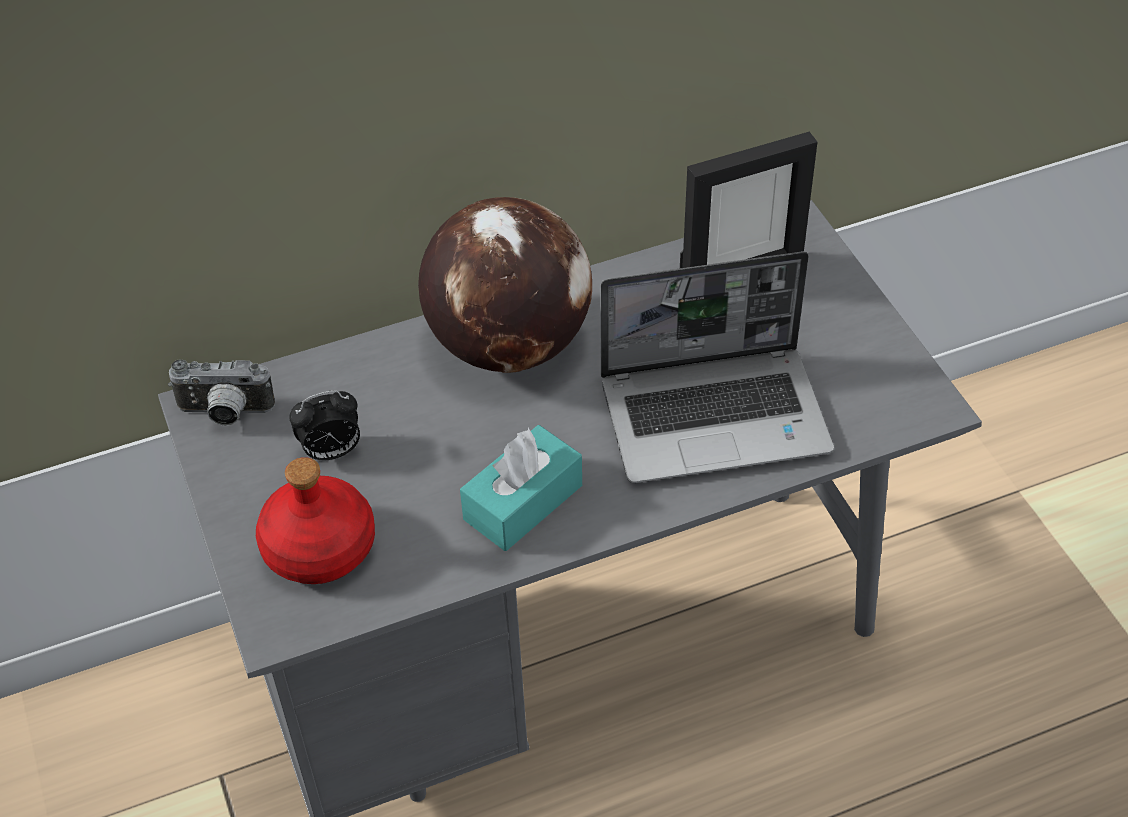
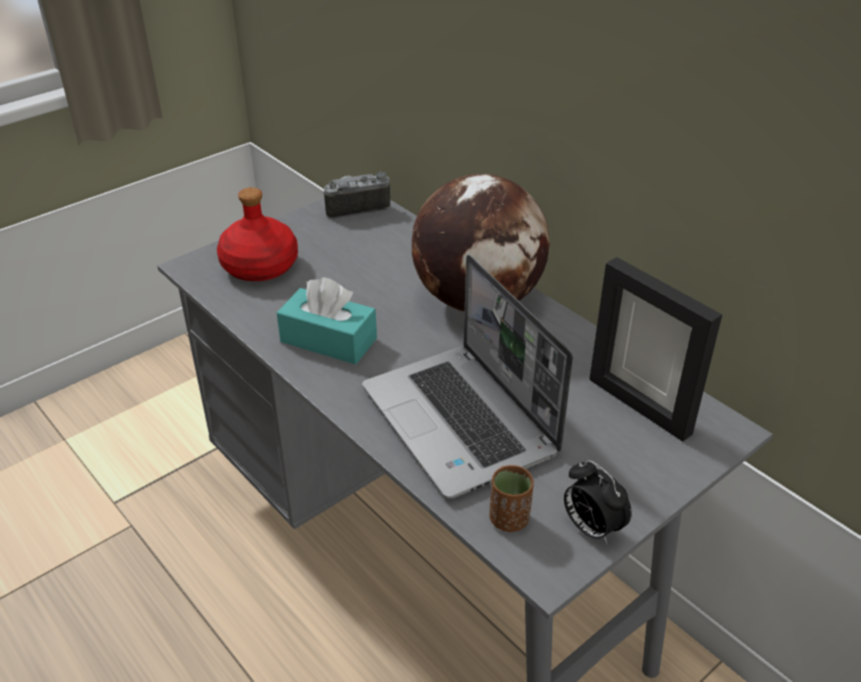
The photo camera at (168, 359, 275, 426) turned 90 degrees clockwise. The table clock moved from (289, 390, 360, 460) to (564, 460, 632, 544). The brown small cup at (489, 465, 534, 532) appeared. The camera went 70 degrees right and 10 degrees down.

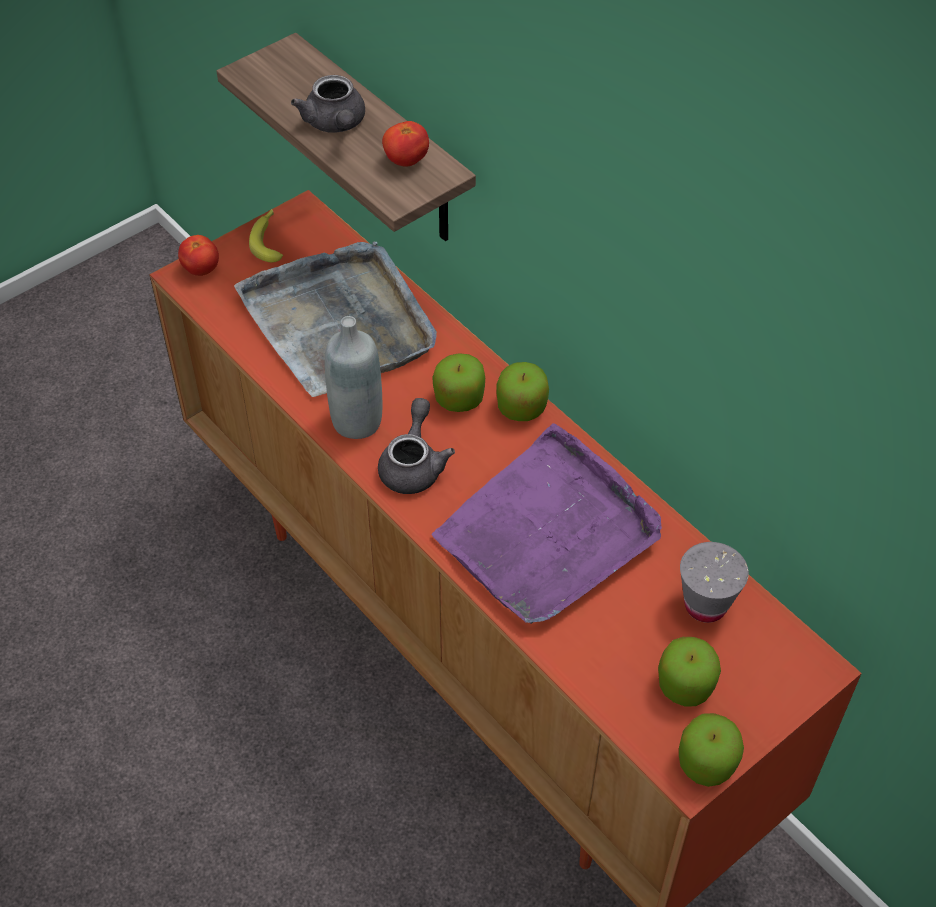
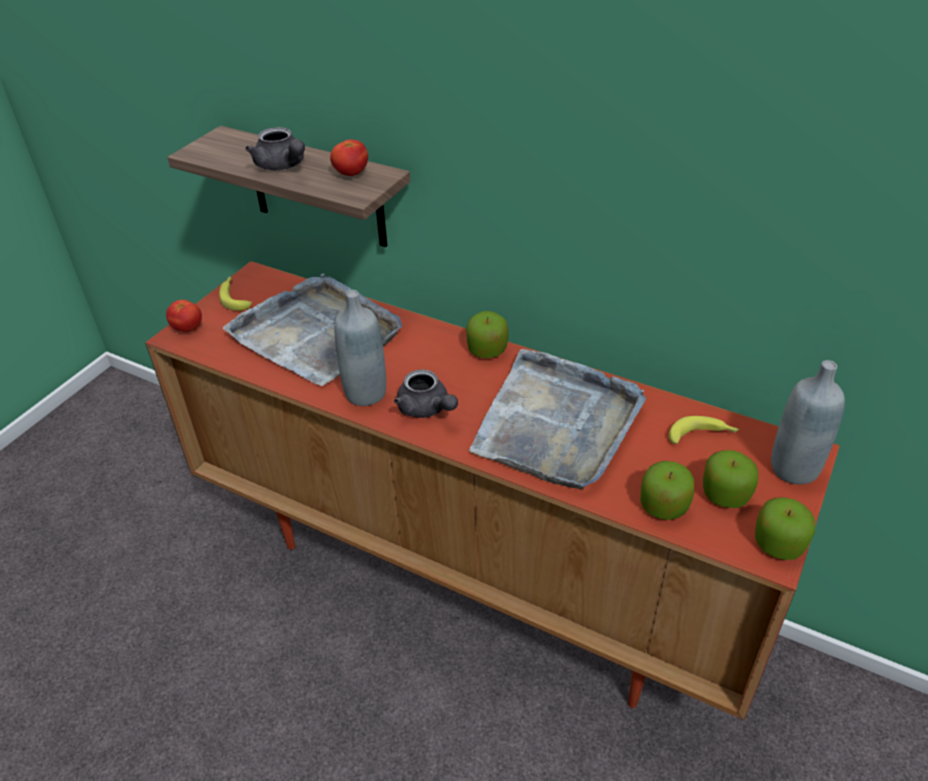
The apple moved from (432, 353, 485, 412) to (640, 461, 694, 520). The gray teapot at (378, 398, 455, 494) turned 150 degrees clockwise. The purple carrying tray at (432, 423, 662, 624) became the gray carrying tray at (469, 349, 646, 489). The gray small cup at (680, 542, 749, 623) was replaced by the banana fruit at (669, 416, 739, 444). The gray drink bottle at (771, 360, 845, 484) appeared. The camera went 20 degrees left and 10 degrees down.

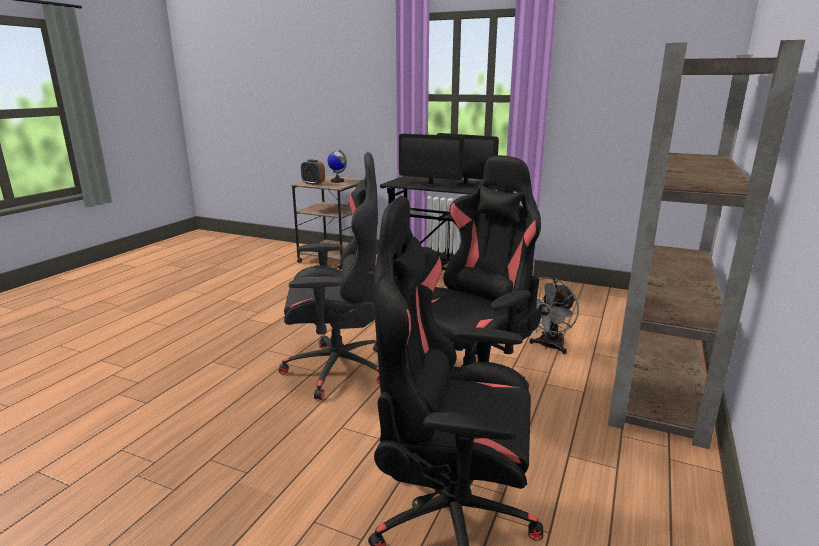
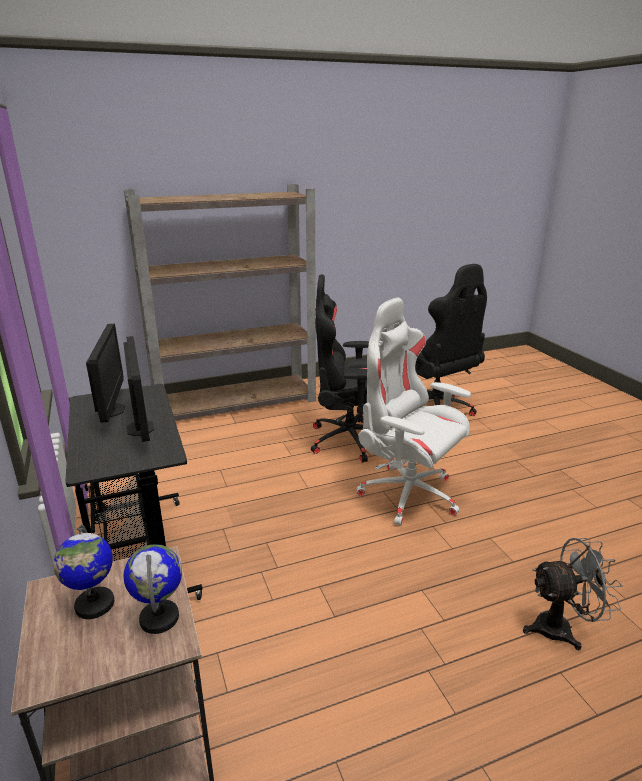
The black desk chair at (279, 152, 380, 400) became the white desk chair at (357, 298, 471, 526). The table clock at (301, 159, 325, 185) was replaced by the globe at (123, 544, 182, 634). The gray electric fan moved from (529, 277, 579, 354) to (523, 538, 623, 650). The camera went 135 degrees left and 5 degrees up.

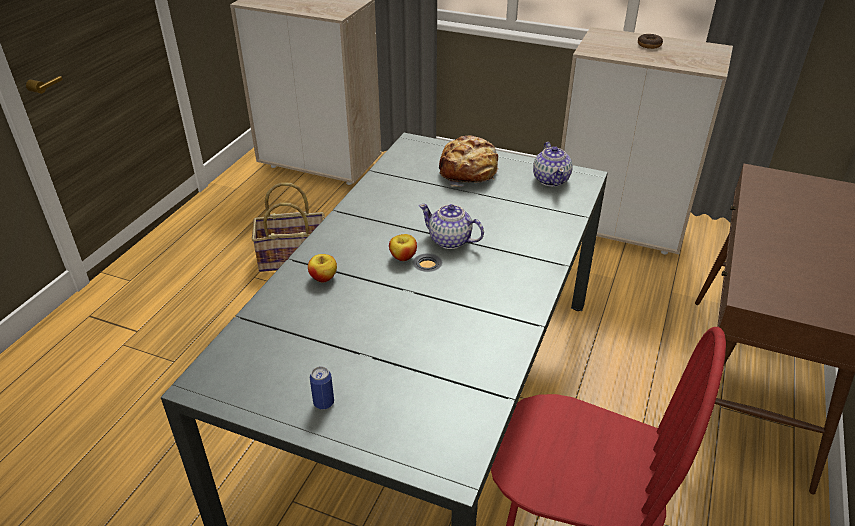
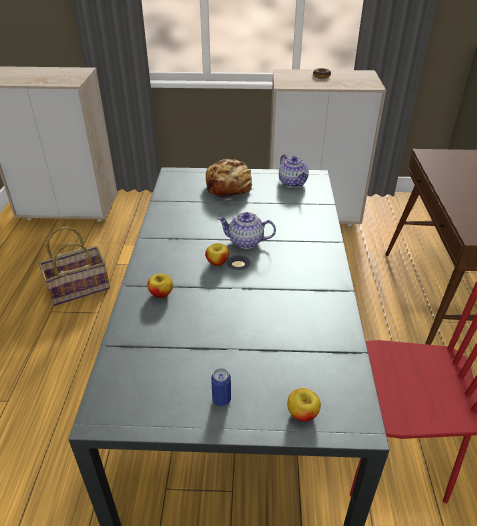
The apple at (287, 388, 321, 422) appeared. The camera went 20 degrees left and 0 degrees up.

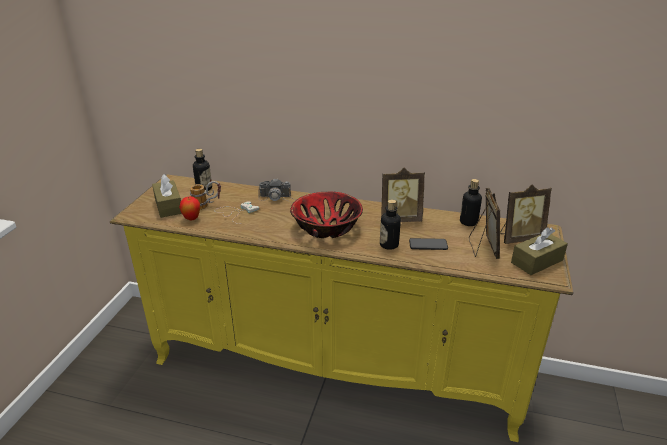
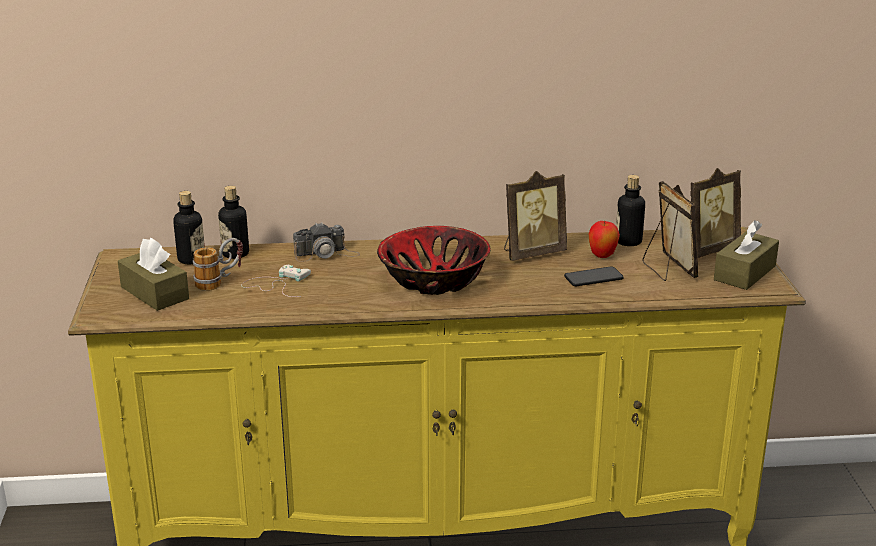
The apple moved from (179, 196, 200, 220) to (589, 221, 620, 258). The drink bottle moved from (380, 199, 401, 250) to (218, 186, 249, 259). The camera went 20 degrees left and 5 degrees down.

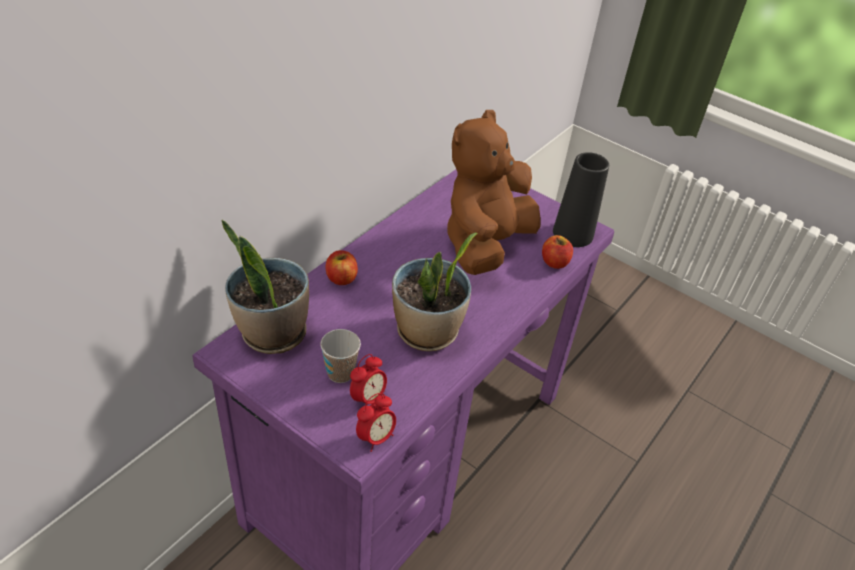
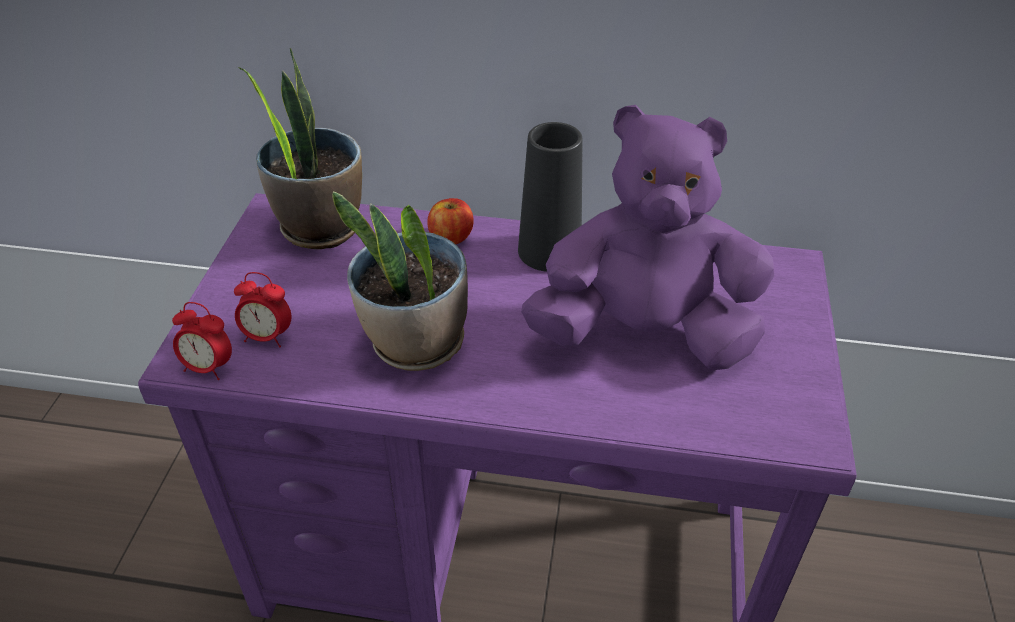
The brown cuddly toy at (447, 110, 540, 275) became the purple cuddly toy at (521, 105, 775, 370). The black flower vase moved from (553, 152, 609, 247) to (518, 122, 583, 272). The apple at (542, 235, 573, 269) disappeared. The small cup at (320, 329, 361, 383) disappeared. The camera went 65 degrees right and 0 degrees up.

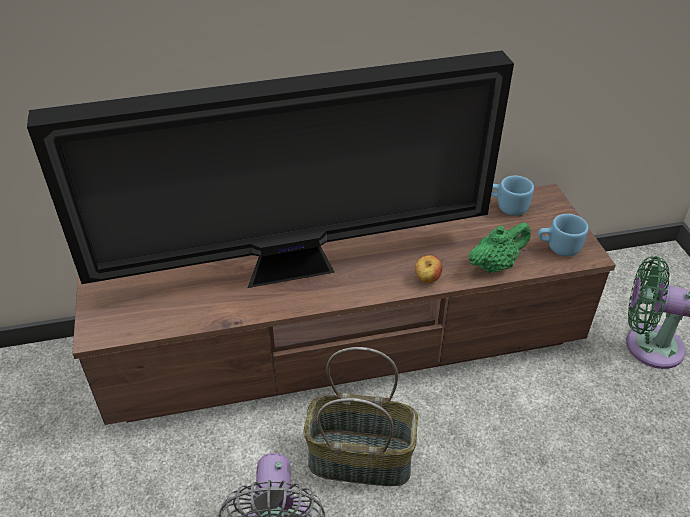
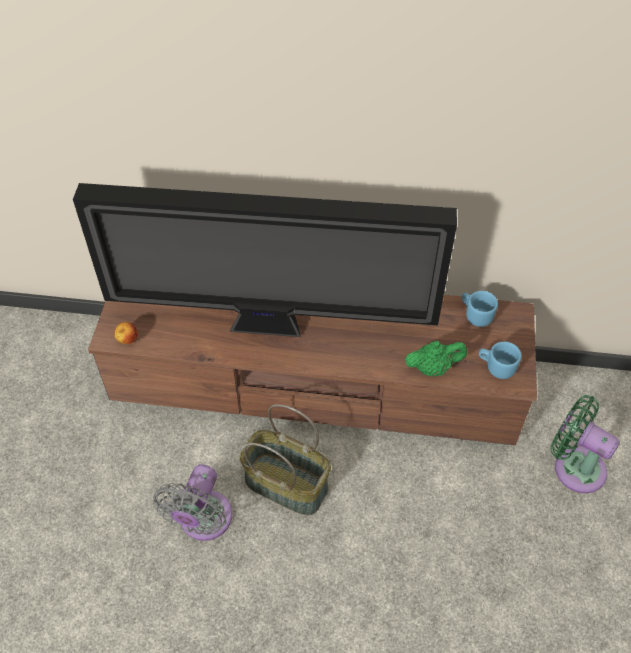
The apple moved from (415, 255, 442, 283) to (114, 322, 138, 344). The camera went 20 degrees right and 10 degrees up.

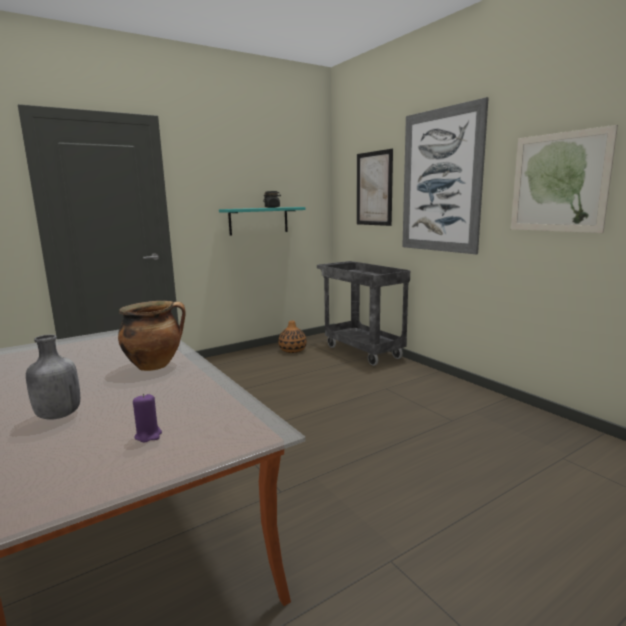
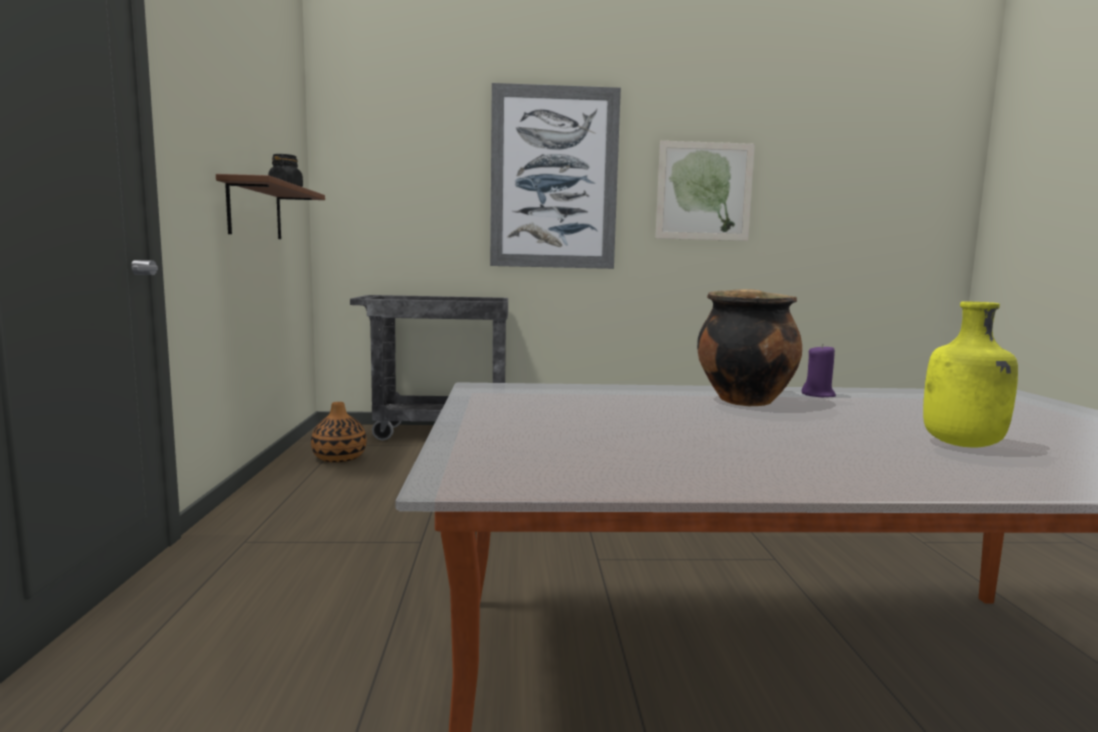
The picture at (357, 149, 393, 226) disappeared. The turquoise bracket shelf at (219, 207, 306, 235) became the brown bracket shelf at (216, 174, 325, 239). The gray drink bottle at (26, 334, 80, 420) became the yellowish drink bottle at (923, 301, 1018, 448). The purple wax light moved from (133, 394, 162, 442) to (802, 344, 836, 397). The camera went 60 degrees left and 5 degrees down.

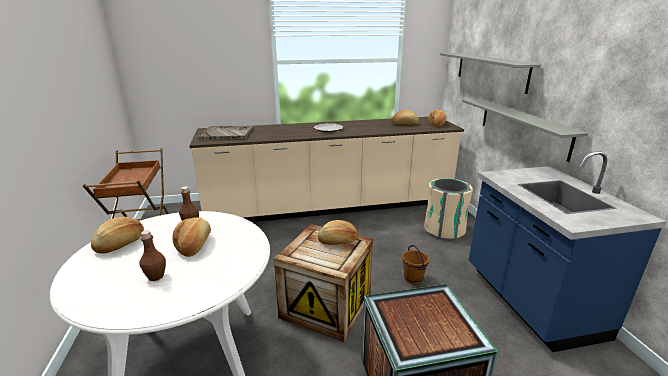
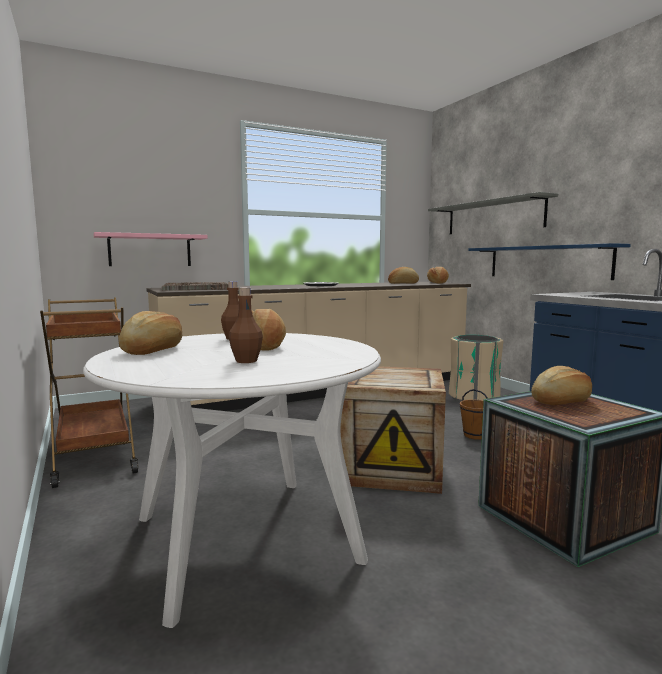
The gray bracket shelf at (462, 99, 588, 162) became the blue bracket shelf at (468, 243, 631, 280). The baked bread moved from (318, 220, 358, 245) to (531, 366, 592, 405). The pinkish bracket shelf at (94, 232, 208, 266) appeared. The camera went 15 degrees left and 15 degrees down.

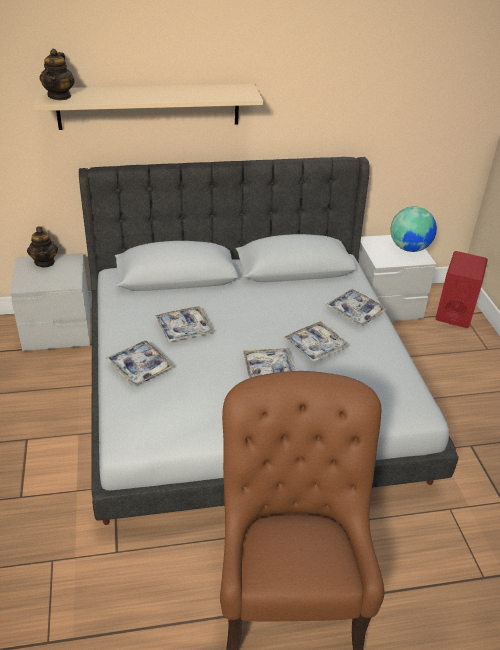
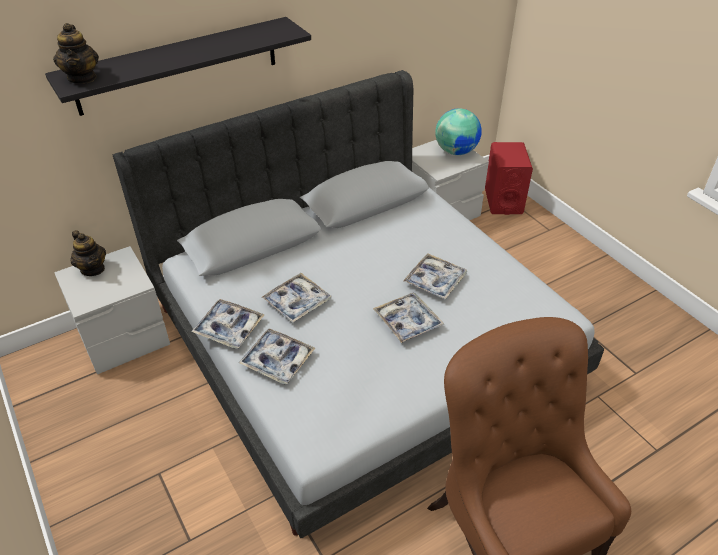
The beige bracket shelf at (33, 84, 263, 130) became the black bracket shelf at (45, 17, 311, 116). The carrying tray moved from (326, 289, 387, 325) to (191, 299, 265, 349). The camera went 20 degrees left and 5 degrees up.

